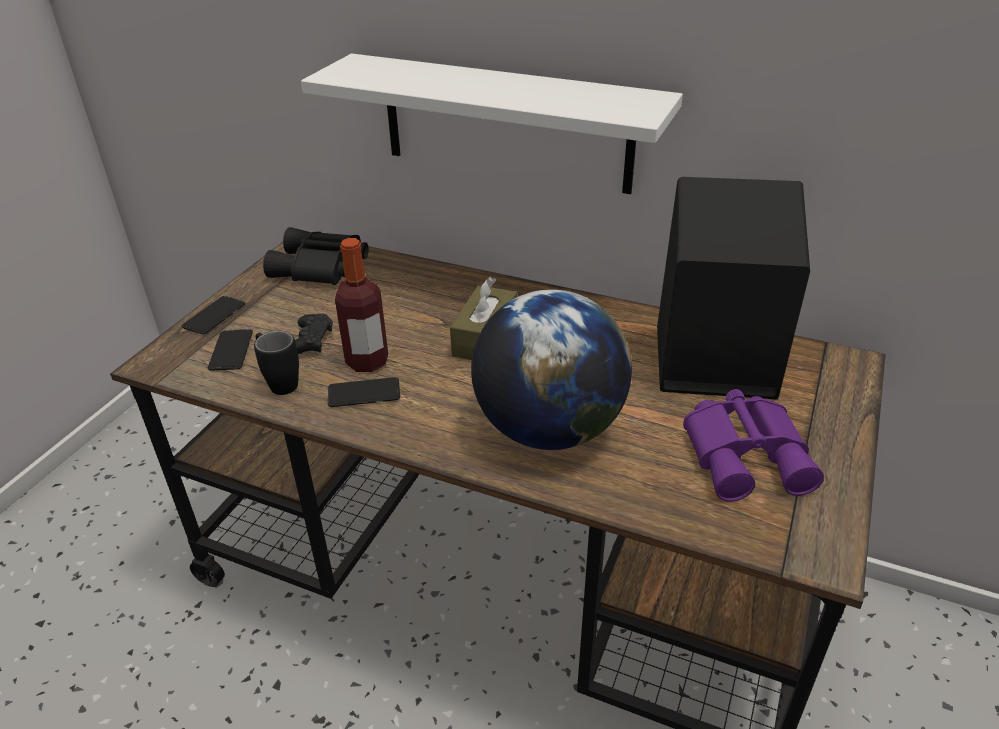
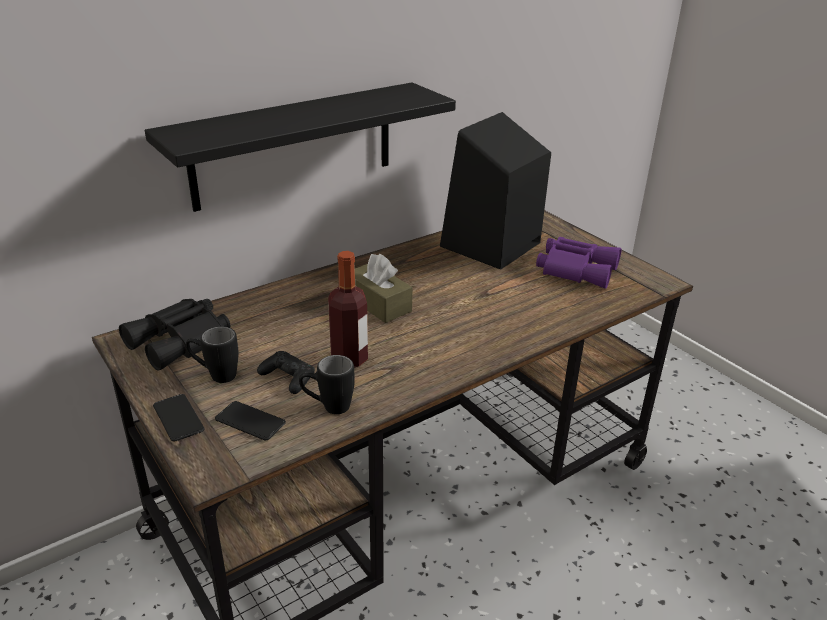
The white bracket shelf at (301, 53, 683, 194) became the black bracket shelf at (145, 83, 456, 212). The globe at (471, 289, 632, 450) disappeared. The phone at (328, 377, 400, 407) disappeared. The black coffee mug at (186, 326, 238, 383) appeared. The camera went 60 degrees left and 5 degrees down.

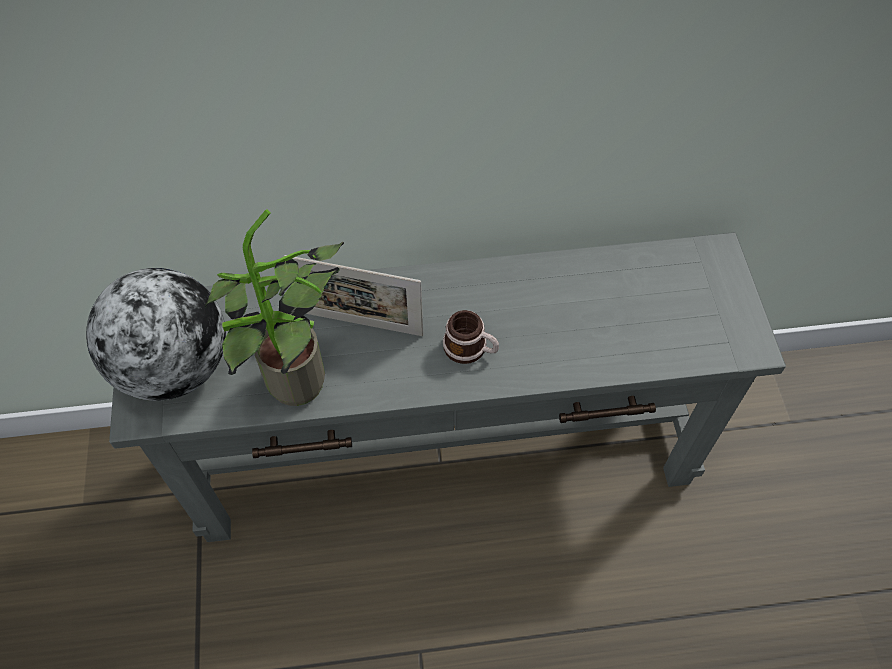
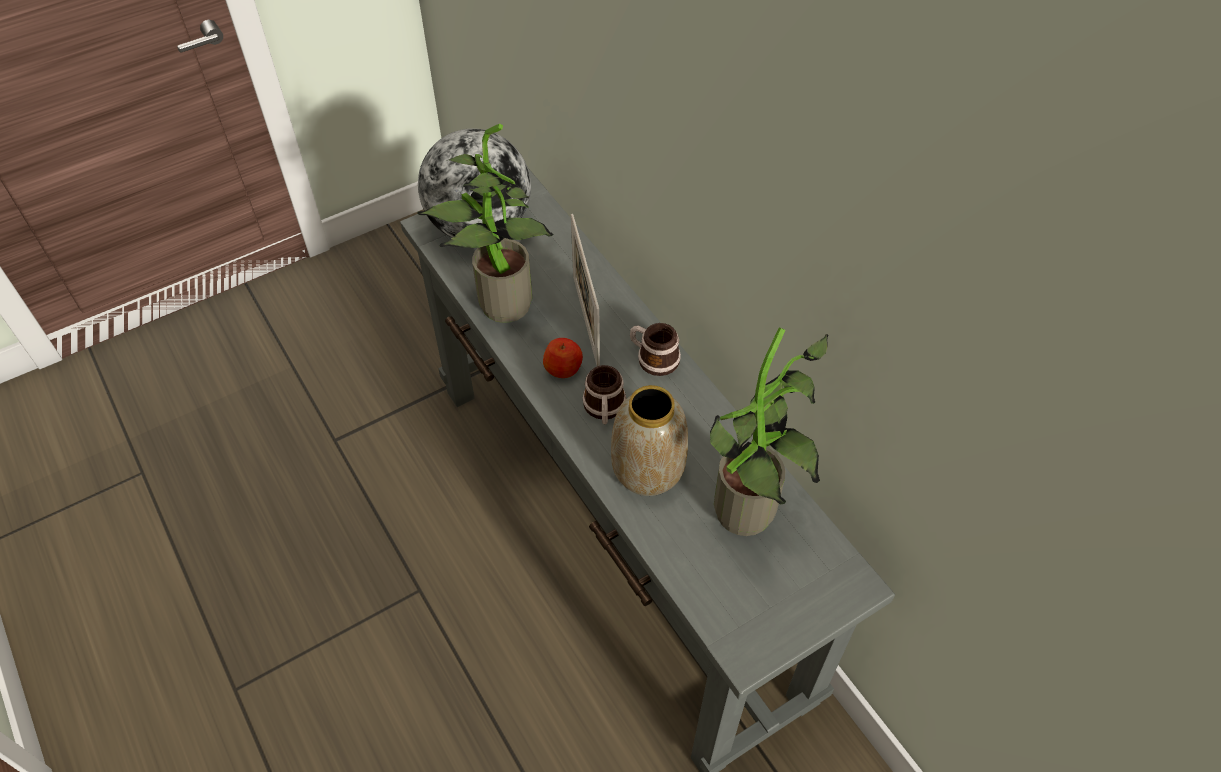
The coffee mug at (630, 323, 681, 376) appeared. The potted plant at (710, 327, 829, 536) appeared. The apple at (543, 338, 583, 378) appeared. The flower vase at (611, 385, 688, 496) appeared. The camera went 65 degrees right and 5 degrees down.

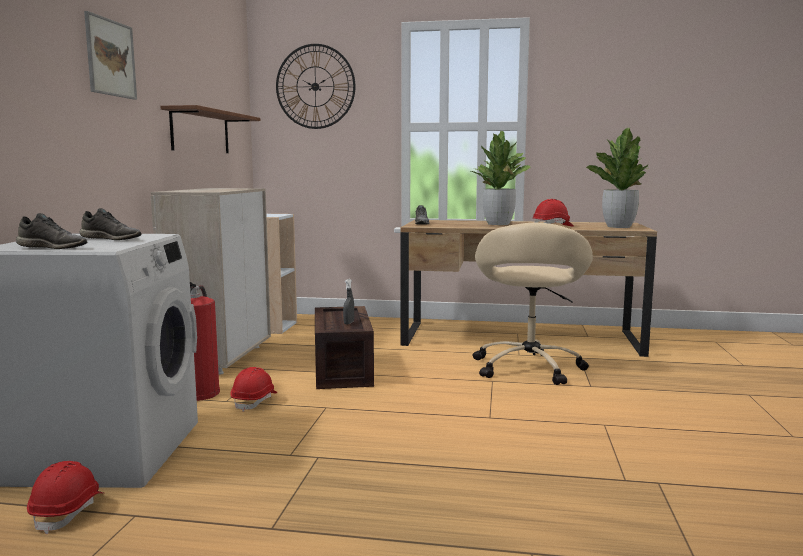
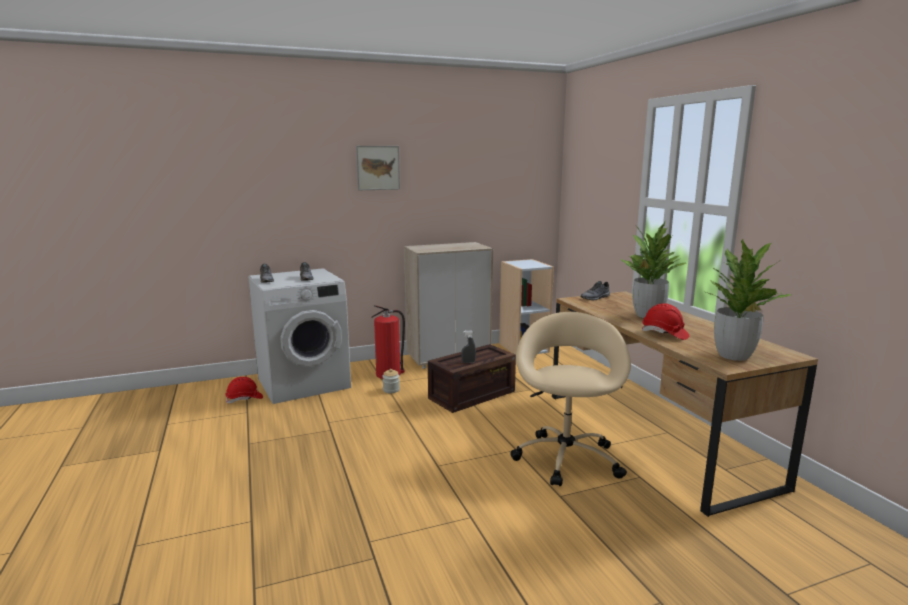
The clock on the wall at (276, 44, 355, 129) disappeared. The brown bracket shelf at (161, 105, 260, 153) disappeared. The beige desk chair at (473, 223, 593, 385) turned 120 degrees clockwise. The red-coloured hard hat at (230, 367, 277, 412) was replaced by the storage jar at (382, 369, 400, 393). The camera went 60 degrees right and 5 degrees up.

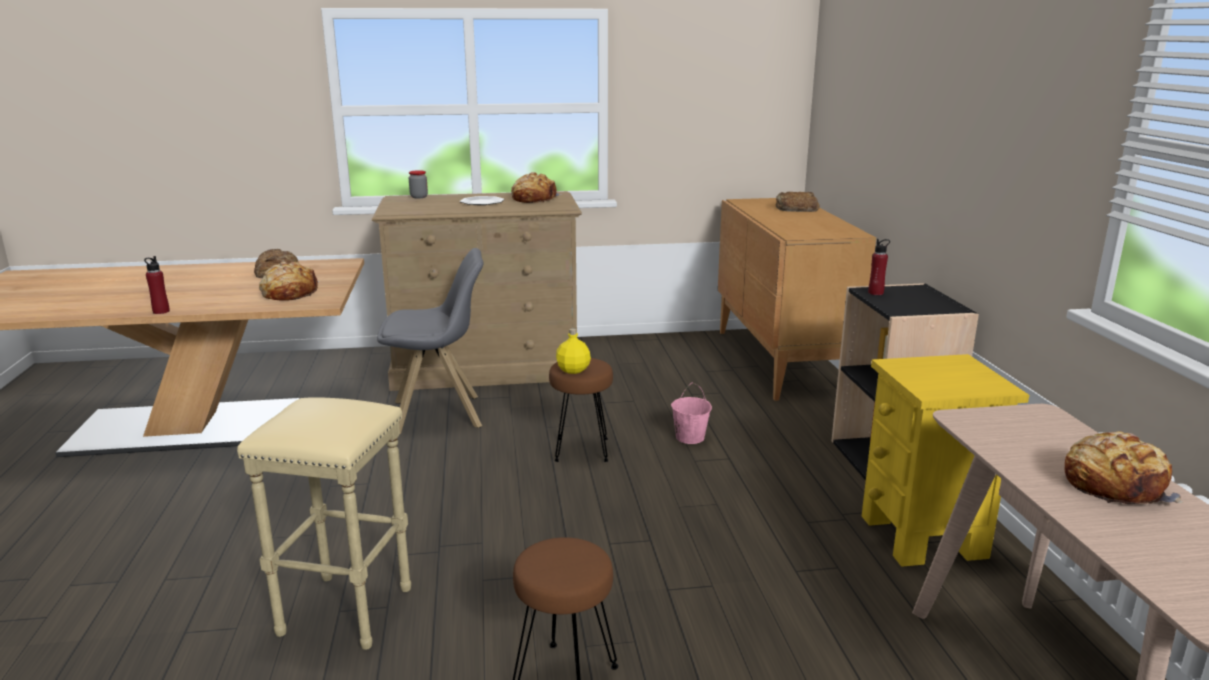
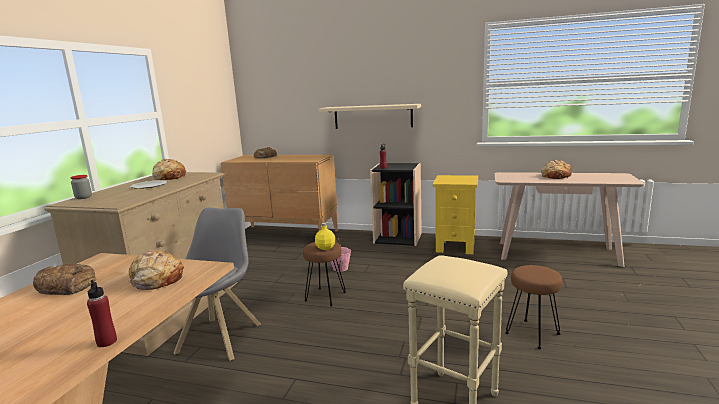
The beige bracket shelf at (319, 104, 421, 129) appeared. The camera went 65 degrees left and 5 degrees down.

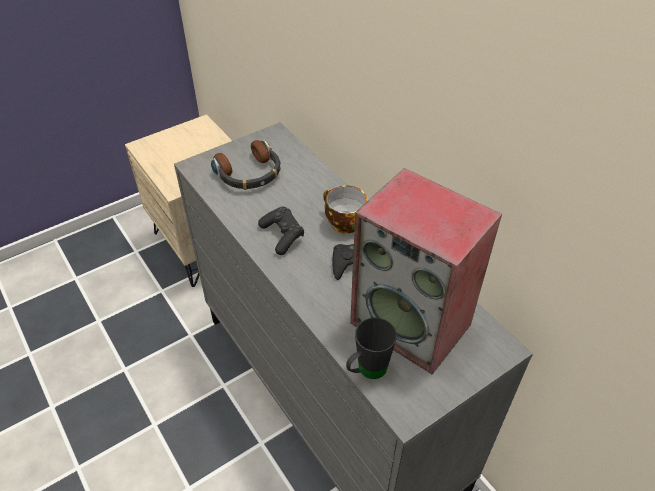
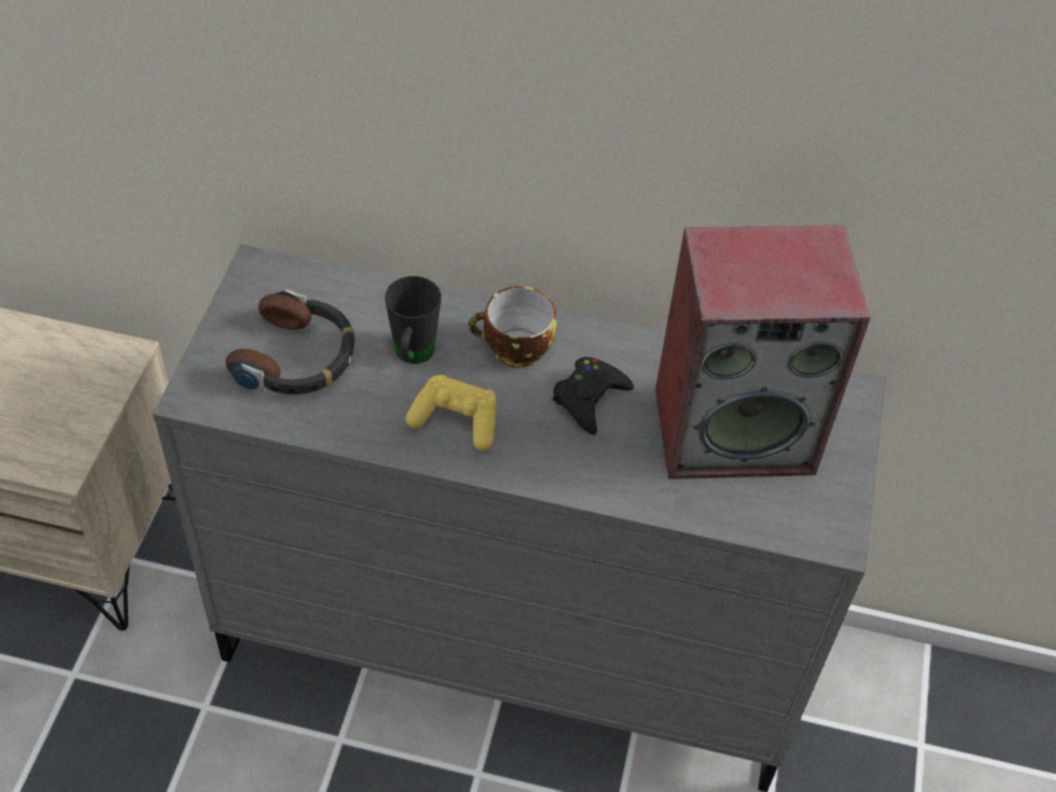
The black joypad at (258, 207, 304, 255) became the yellowish joypad at (406, 375, 497, 451). The black coffee mug moved from (346, 317, 397, 379) to (385, 276, 441, 364). The camera went 45 degrees left and 5 degrees up.

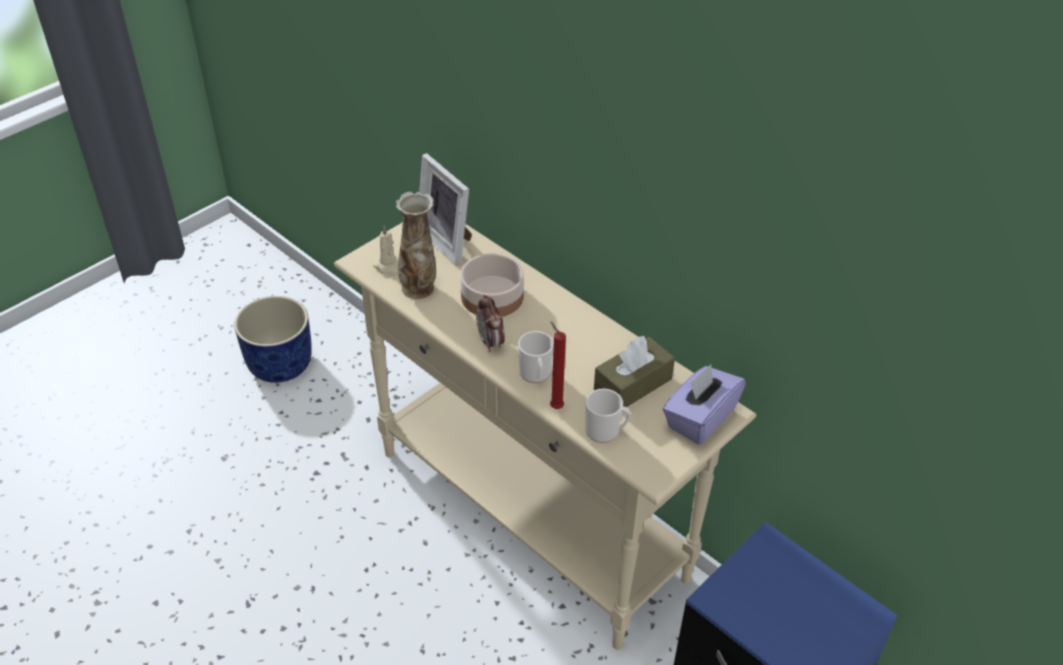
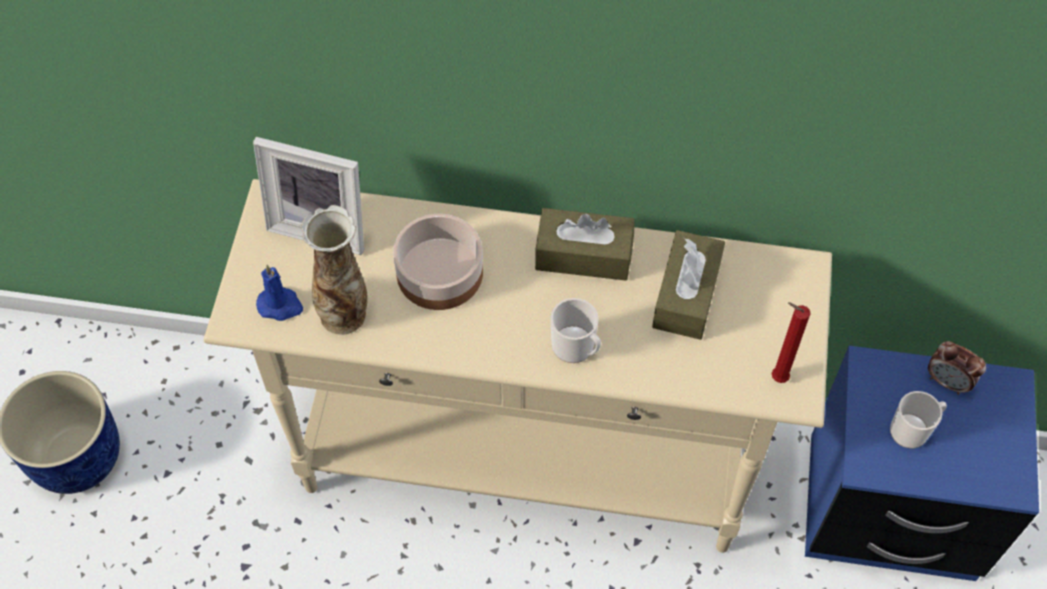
The beige wax light at (373, 225, 399, 276) became the blue wax light at (256, 265, 303, 321). The table clock moved from (476, 295, 505, 352) to (928, 341, 986, 395). The red-coloured wax light moved from (550, 321, 566, 409) to (771, 302, 811, 383). The purple tissue box at (663, 365, 746, 445) disappeared. The coffee mug moved from (585, 389, 631, 443) to (890, 391, 947, 448). The brown tissue box at (535, 208, 635, 281) appeared. The camera went 35 degrees left and 15 degrees up.

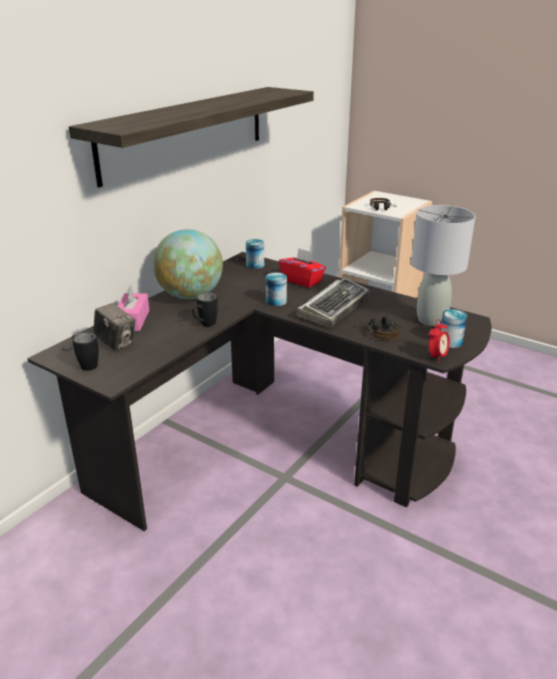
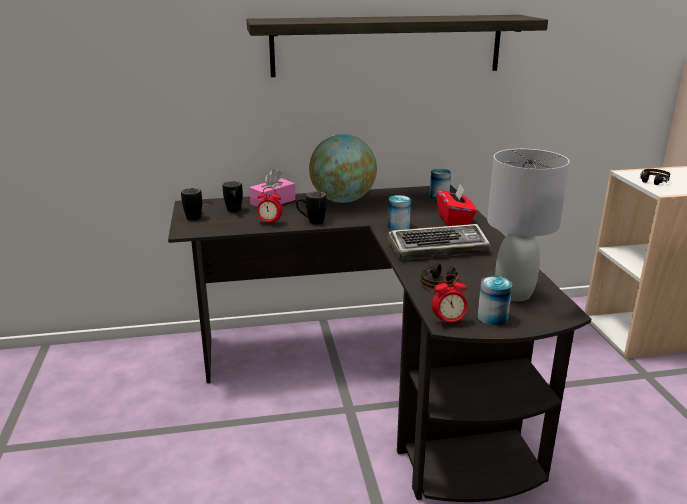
The photo camera at (93, 303, 135, 351) was replaced by the black coffee mug at (223, 181, 243, 212). The table clock at (257, 187, 282, 226) appeared. The camera went 45 degrees right and 5 degrees down.

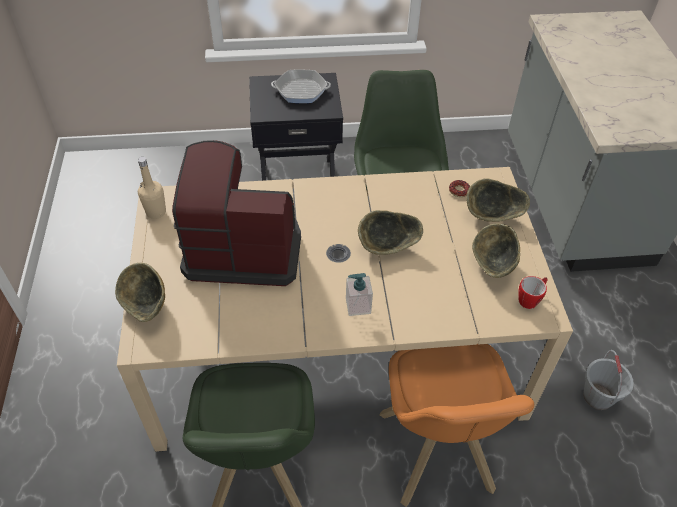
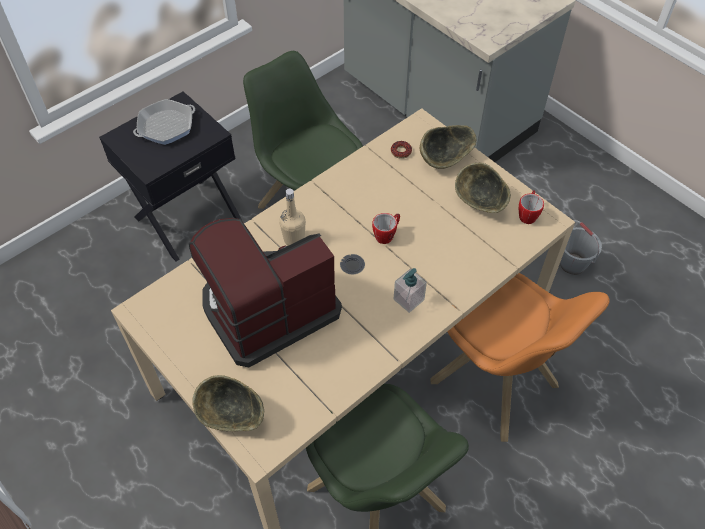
The beige drink bottle moved from (138, 157, 166, 219) to (279, 189, 306, 246). The serving bowl at (358, 210, 423, 255) was replaced by the coffee mug at (372, 213, 400, 244). The camera went 35 degrees left and 5 degrees up.

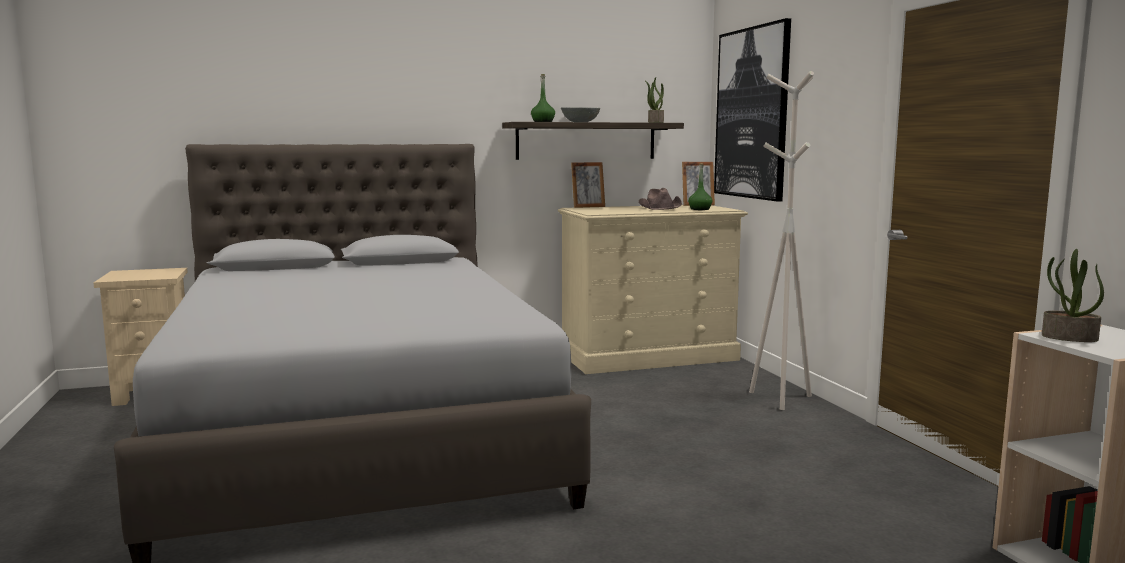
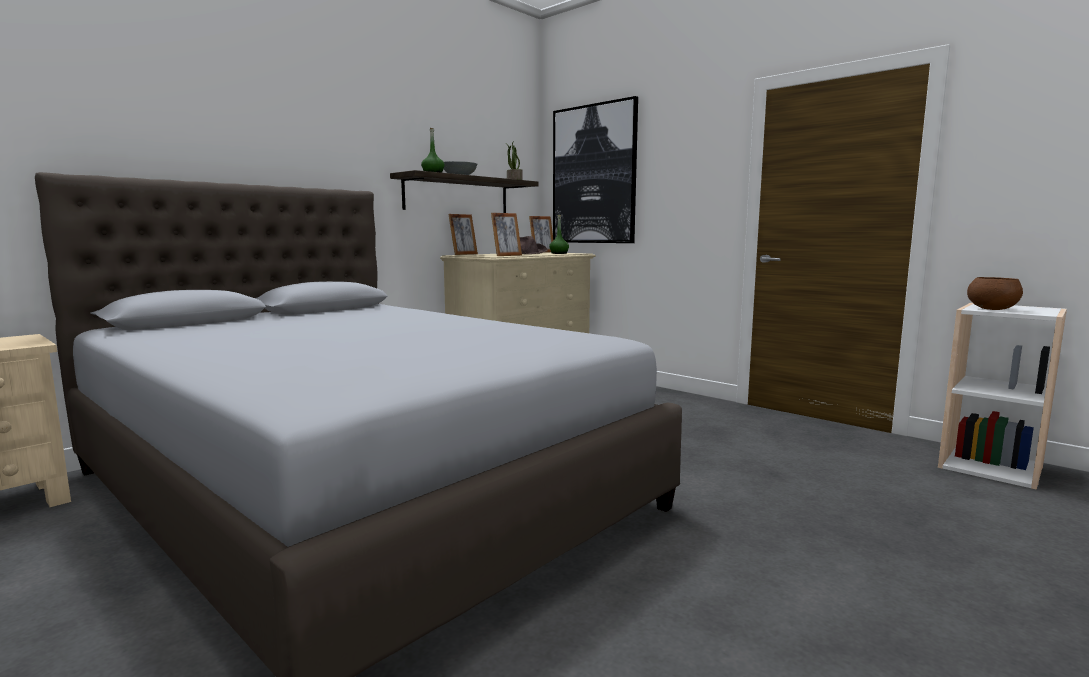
The gray garment rack at (749, 71, 814, 410) disappeared. The potted plant at (1042, 249, 1104, 342) was replaced by the brown serving bowl at (967, 277, 1023, 310). The photo frame at (491, 213, 522, 256) appeared. The camera went 30 degrees left and 0 degrees up.

